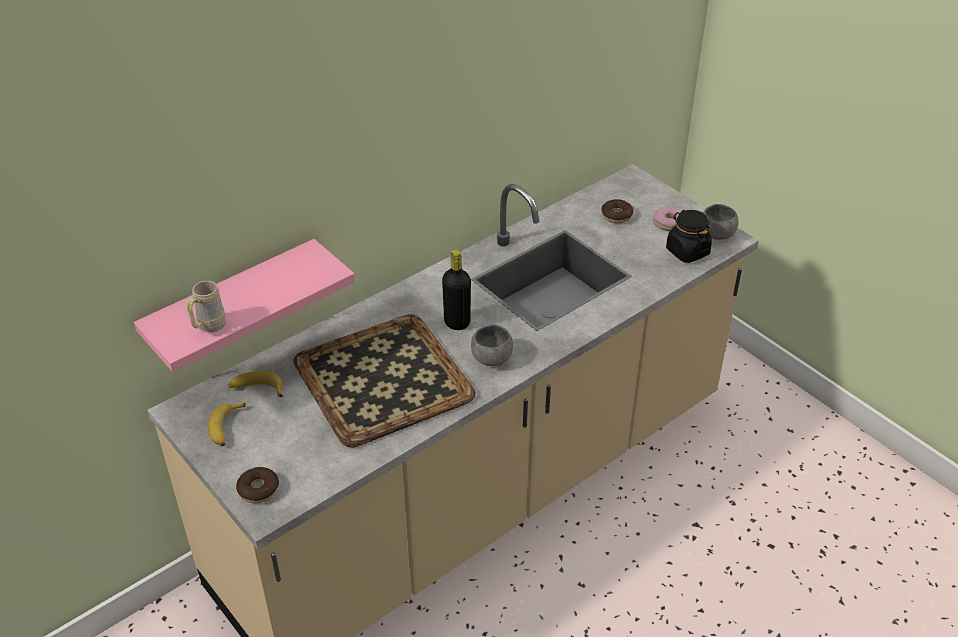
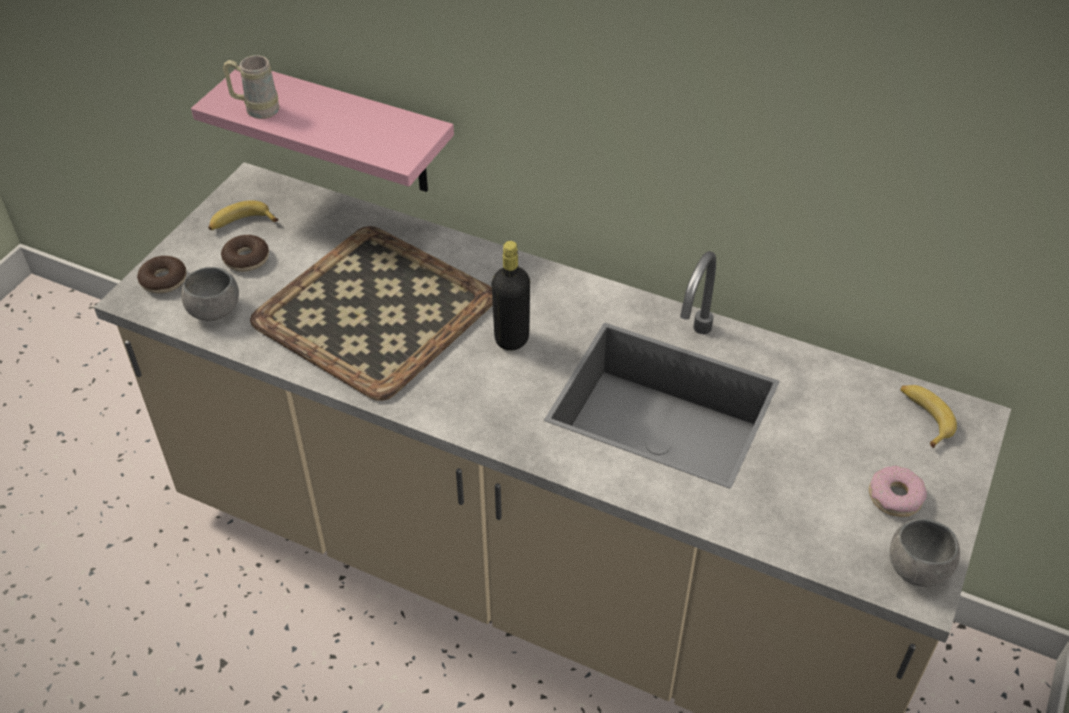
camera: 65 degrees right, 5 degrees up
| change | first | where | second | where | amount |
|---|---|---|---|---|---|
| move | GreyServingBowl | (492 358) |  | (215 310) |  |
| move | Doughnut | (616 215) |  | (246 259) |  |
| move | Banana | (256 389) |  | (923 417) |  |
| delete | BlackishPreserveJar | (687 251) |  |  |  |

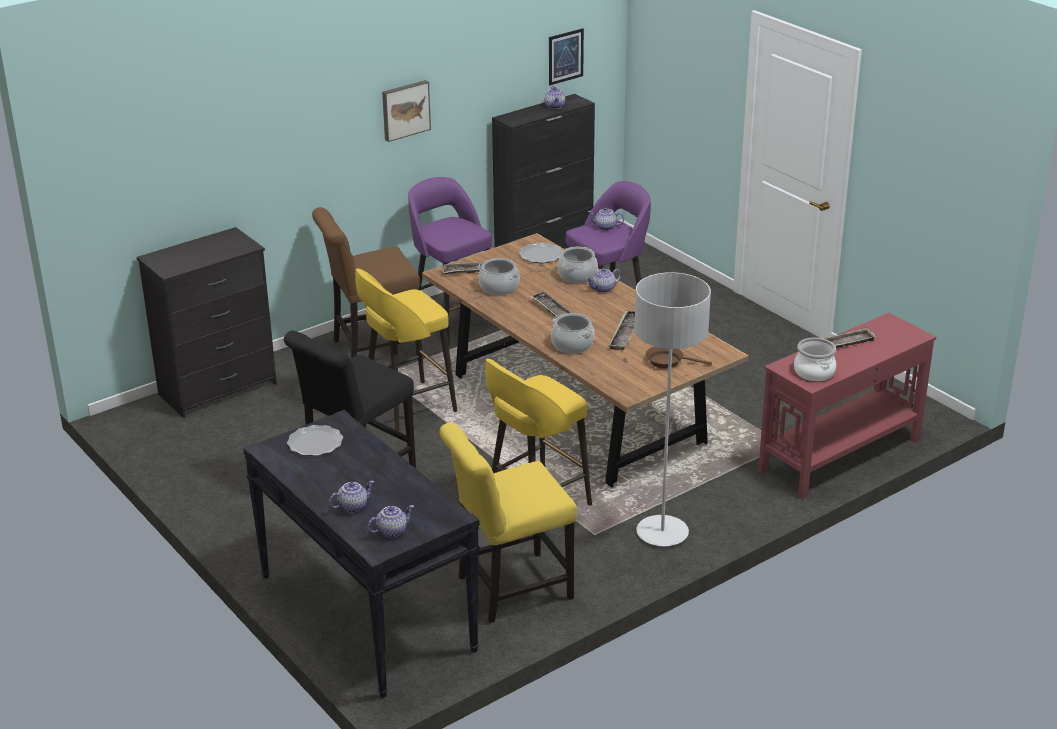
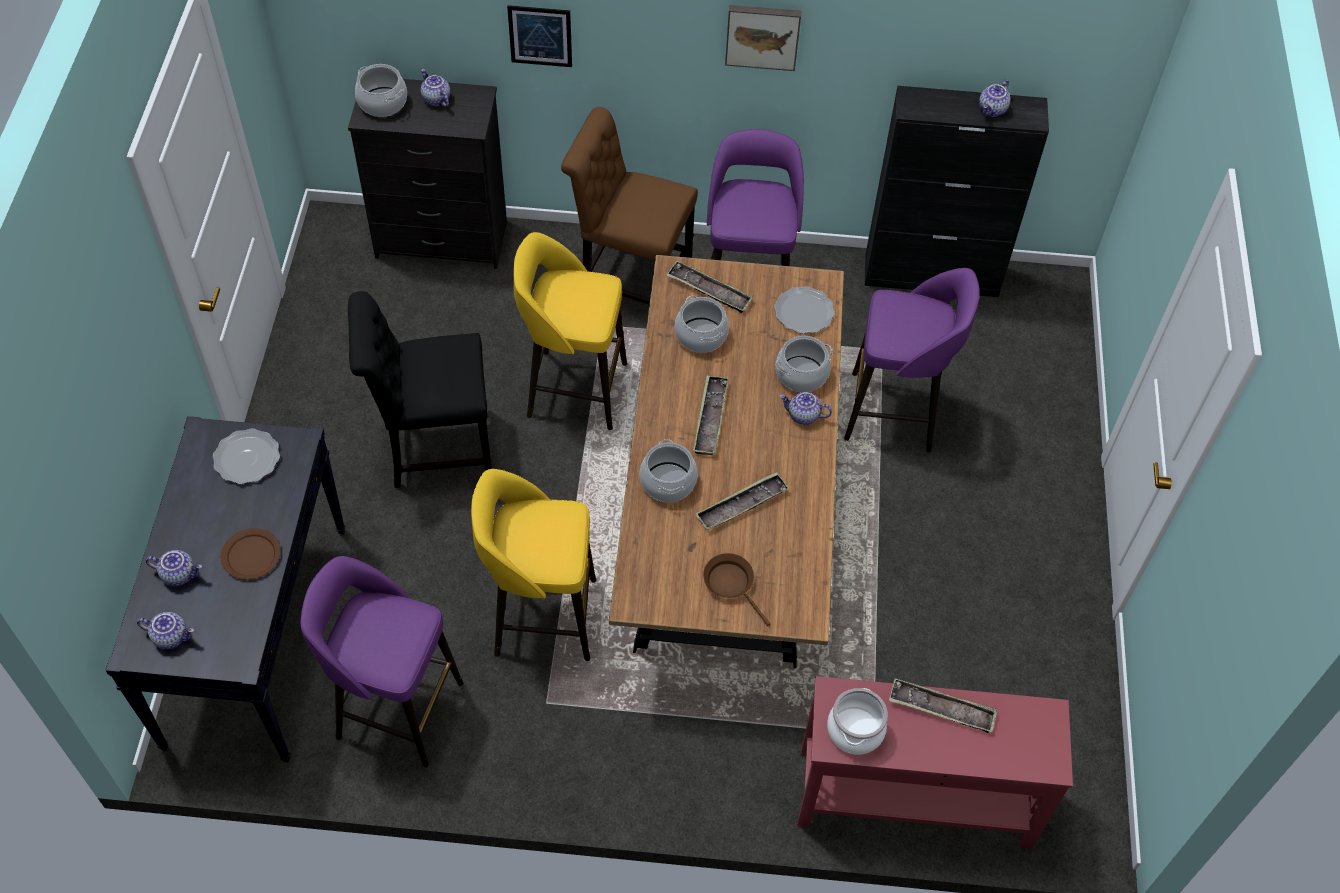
camera: 40 degrees right, 25 degrees up
| change | first | where | second | where | amount |
|---|---|---|---|---|---|
| insert |  |  | BrownColouredPlate | (251 556) |  |
| replace | YellowUprightChair | (508 589) | PurplishSittingStool | (396 708) |  |
| insert |  |  | Stockpot | (383 102) |  |
| move | Teapot | (605 227) |  | (435 99) |  |
| move | WallArt | (565 56) |  | (540 36) |  |
| delete | GreyStandardLamp | (662 533) |  |  |  |

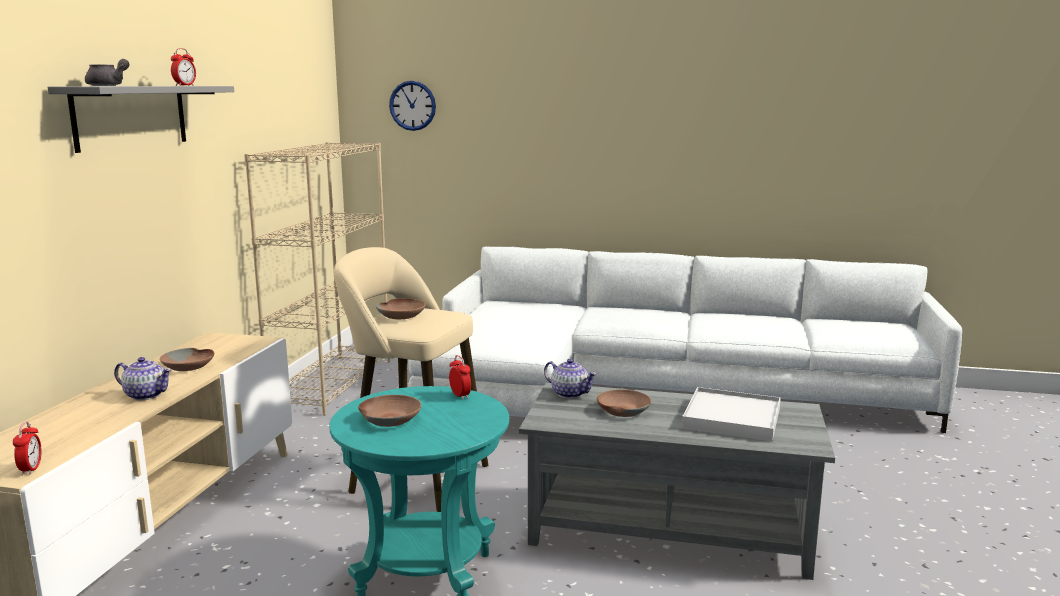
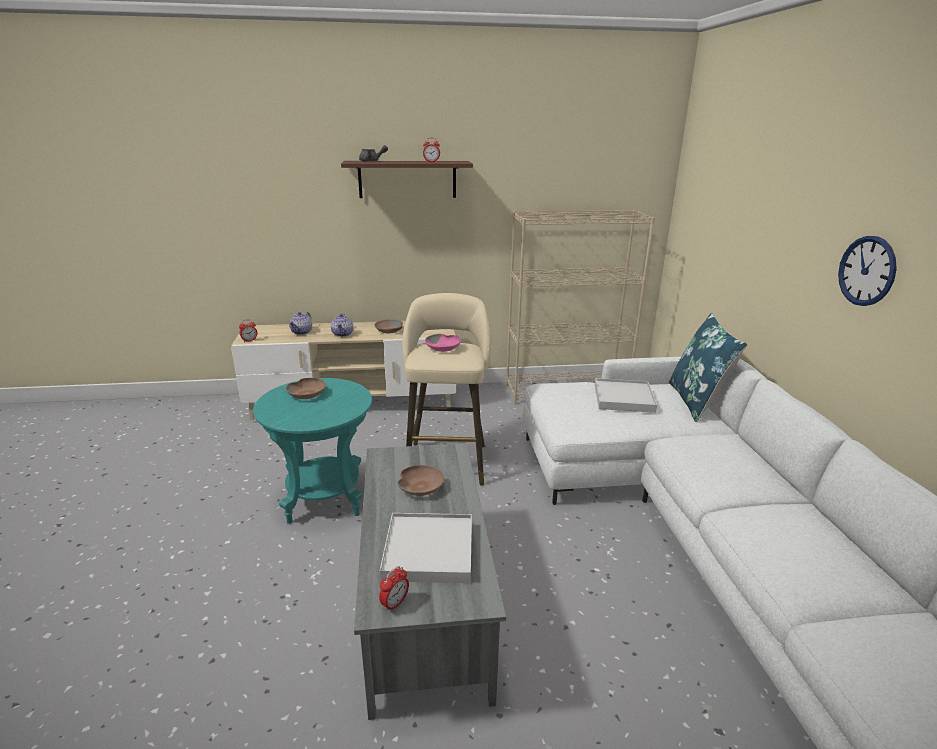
camera: 70 degrees right, 10 degrees up
| change | first | where | second | where | amount |
|---|---|---|---|---|---|
| move | Teapot | (569 393) |  | (302 332) |  |
| recolor | GreyWallShelf | (131 116) | BrownColouredWallShelf | (407 179) |  |
| move | BedsideClock | (460 395) |  | (395 604) |  |
| recolor | BrownColouredServingBowl | (402 315) | PinkishServingBowl | (443 348) |  |
| insert |  |  | WhiteCarryingTray | (623 398) |  |
| insert |  |  | BlueColouredPillow | (696 401) |  |
| move | WallClock | (412 105) |  | (866 271) |  |

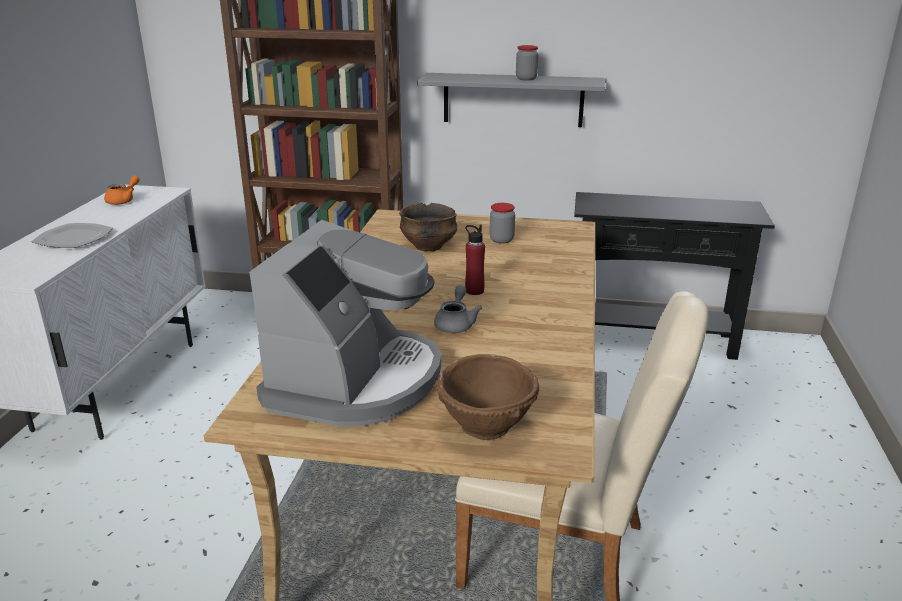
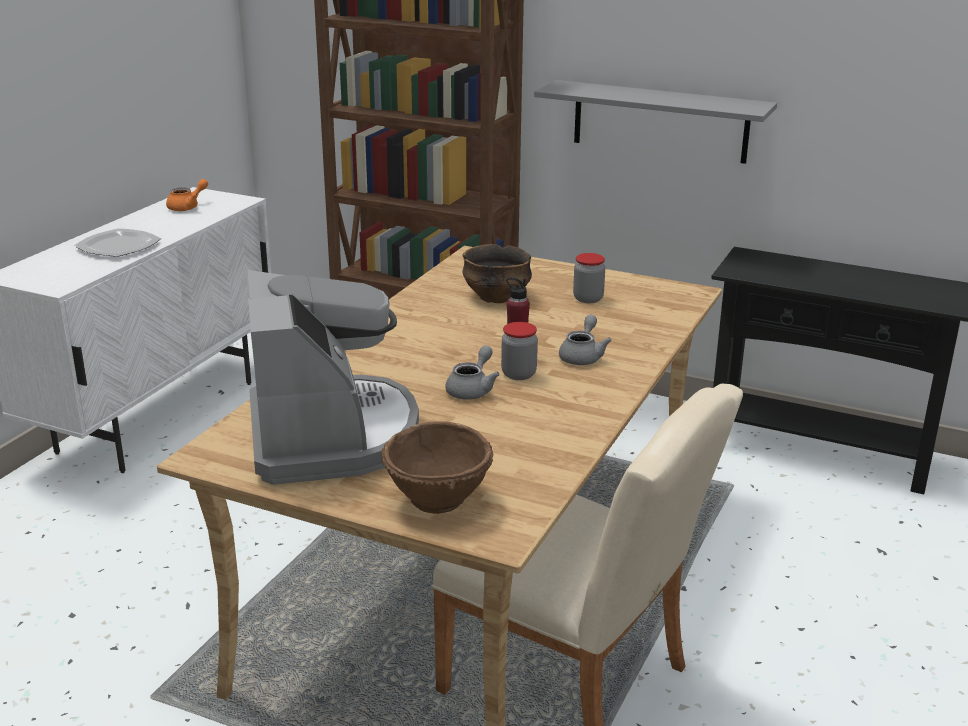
camera: 15 degrees right, 0 degrees up
| change | first | where | second | where | amount |
|---|---|---|---|---|---|
| rotate | CoffeeBrewer | (356 381) |  | (330 435) | 45 degrees counterclockwise |
| move | PreserveJar | (526 79) |  | (518 374) |  |
| insert |  |  | GreyTeapot | (583 356) |  |

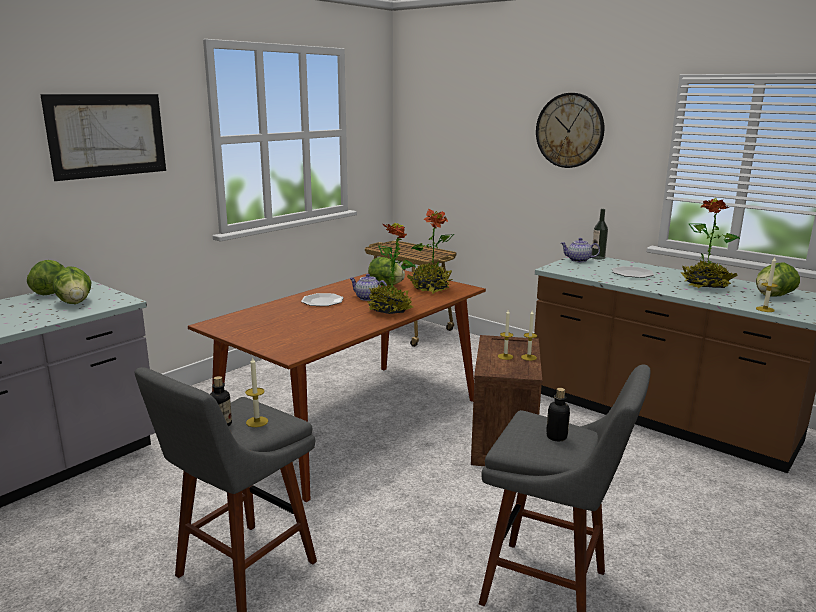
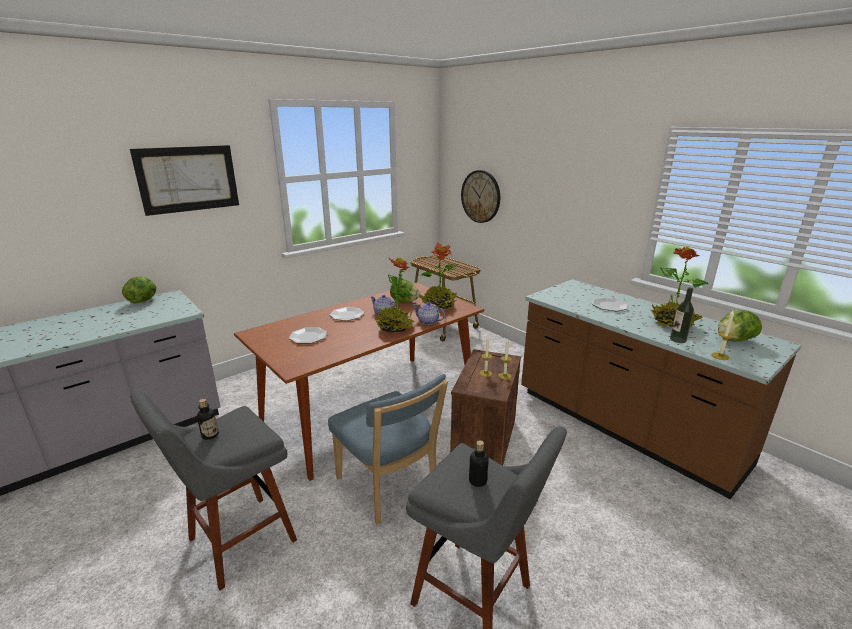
camera: 10 degrees right, 5 degrees up
| change | first | where | second | where | amount |
|---|---|---|---|---|---|
| insert |  |  | Plate | (308 336) |  |
| insert |  |  | BlueColouredUprightChair | (389 487) |  |
| move | Teapot | (578 260) |  | (428 321) |  |
| move | WallClock | (569 130) |  | (481 196) |  |
| move | BeverageBottle | (598 257) |  | (678 340) |  |
| delete | Lettuce | (75 302) |  |  |  |
| delete | WaxLight | (257 422) |  |  |  |

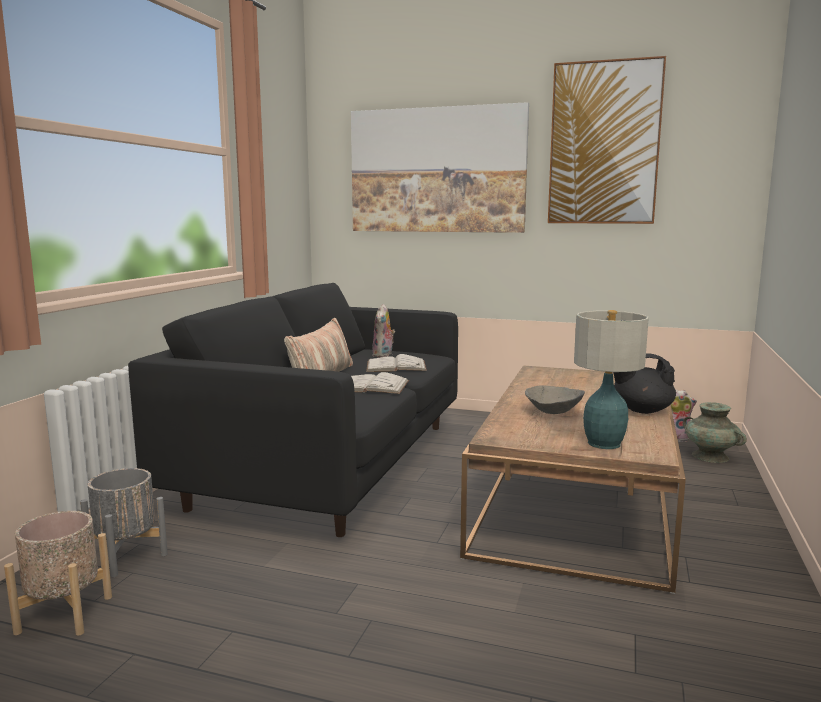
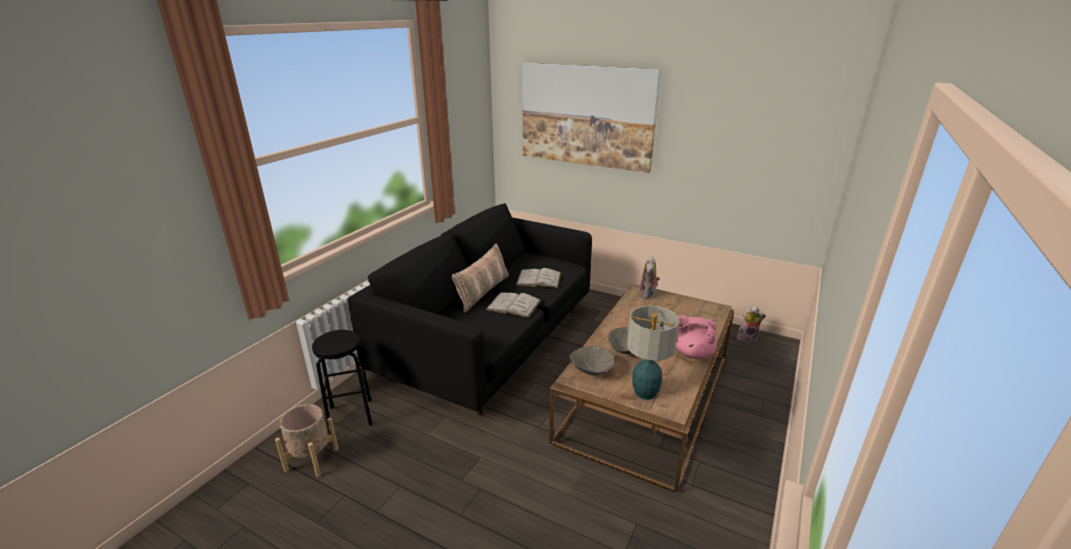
camera: 10 degrees right, 15 degrees up
| change | first | where | second | where | amount |
|---|---|---|---|---|---|
| replace | GreyPlanter | (126 556) | BlackishSittingStool | (351 416) |  |
| insert |  |  | GreyServingBowl | (590 370) |  |
| move | SoftToy | (383 355) |  | (648 295) |  |
| recolor | BlackishTeapot | (641 410) | PinkishTeapot | (691 353) |  |
| delete | WallArt | (604 144) |  |  |  |
| delete | TurquoiseDecorativeVase | (710 456) |  |  |  |

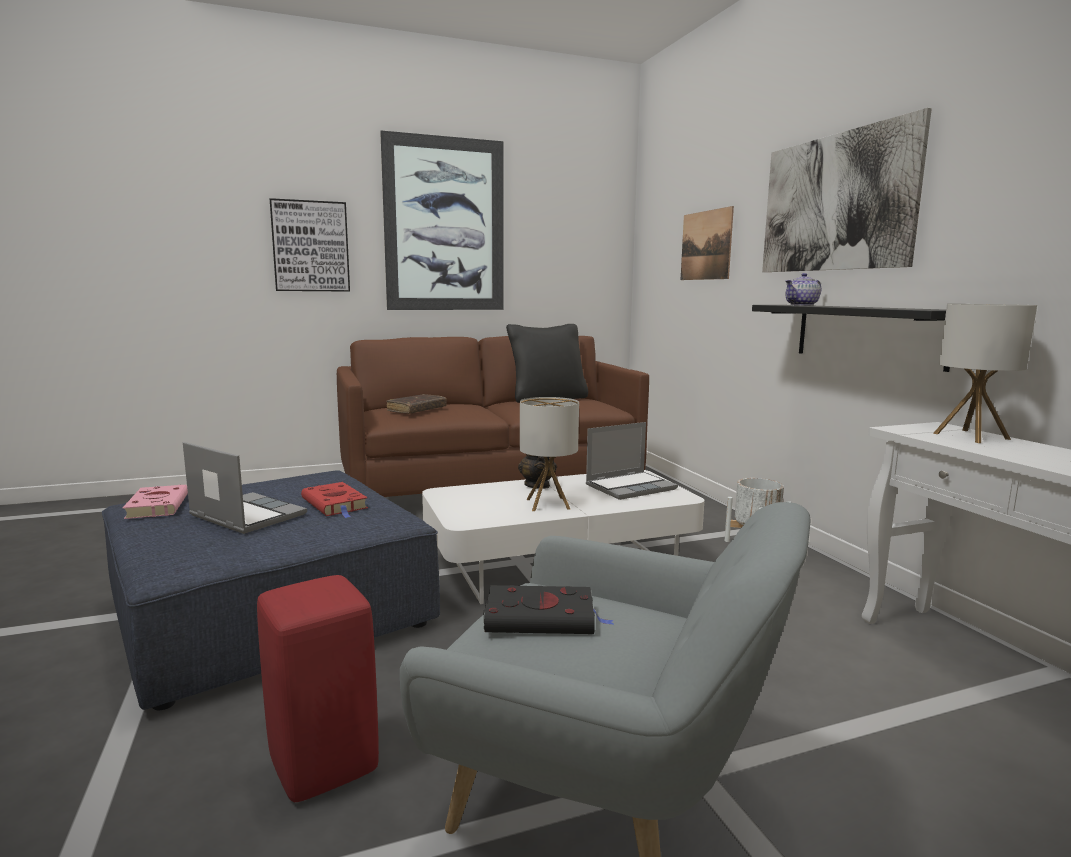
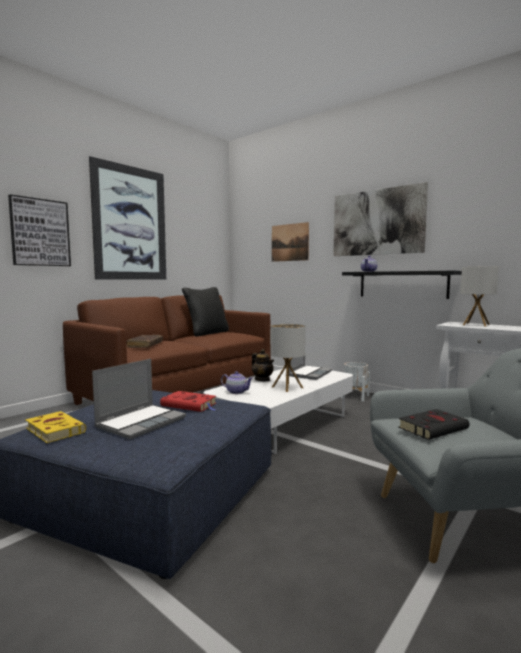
camera: 30 degrees left, 5 degrees down
| change | first | where | second | where | amount |
|---|---|---|---|---|---|
| recolor | PinkishVolume | (158 506) | YellowVolume | (54 430) |  |
| rotate | PortableComputer | (245 515) |  | (141 422) | 120 degrees clockwise |
| insert |  |  | Teapot | (236 392) |  |
| delete | ReddishSittingStool | (321 765) |  |  |  |

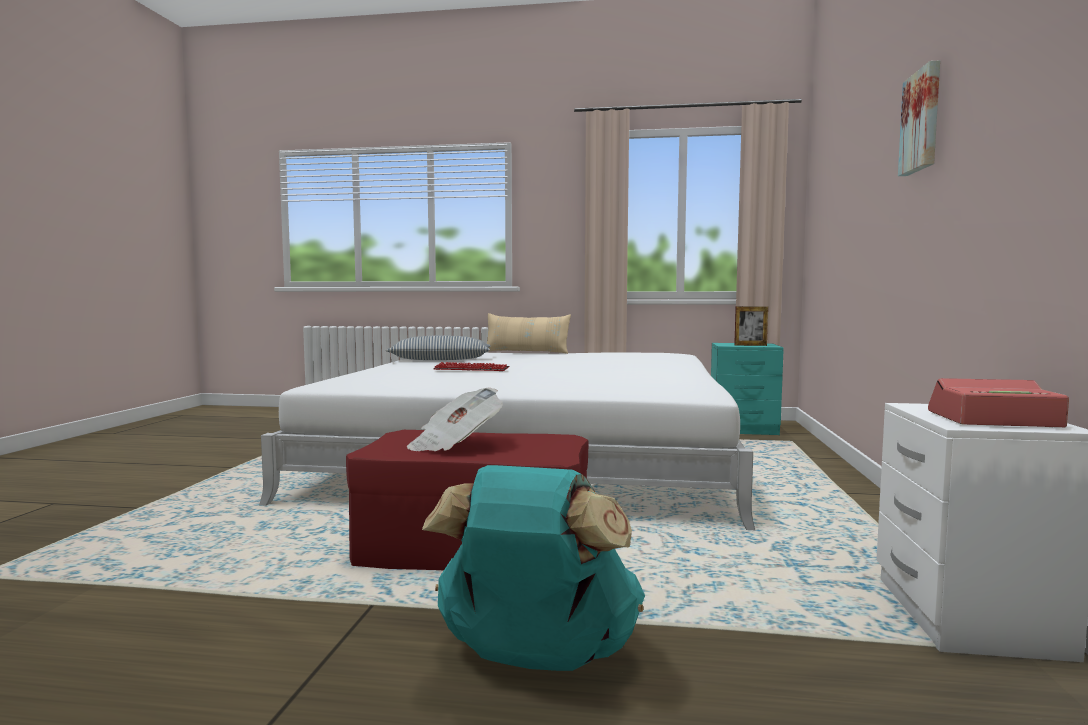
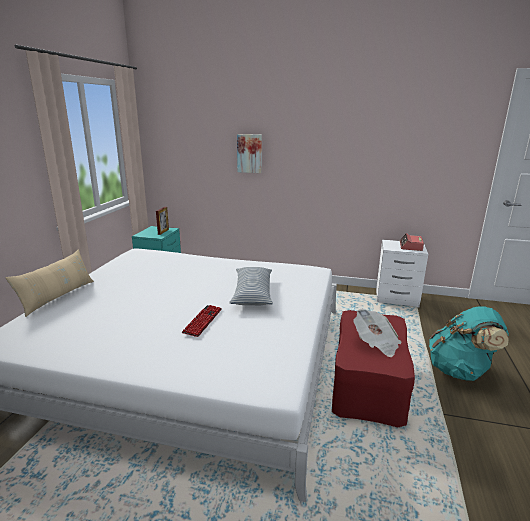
camera: 85 degrees left, 15 degrees up
| change | first | where | second | where | amount |
|---|---|---|---|---|---|
| move | Pillow | (440 359) |  | (252 293) |  |
| move | WallArt | (923 121) |  | (249 153) |  |

